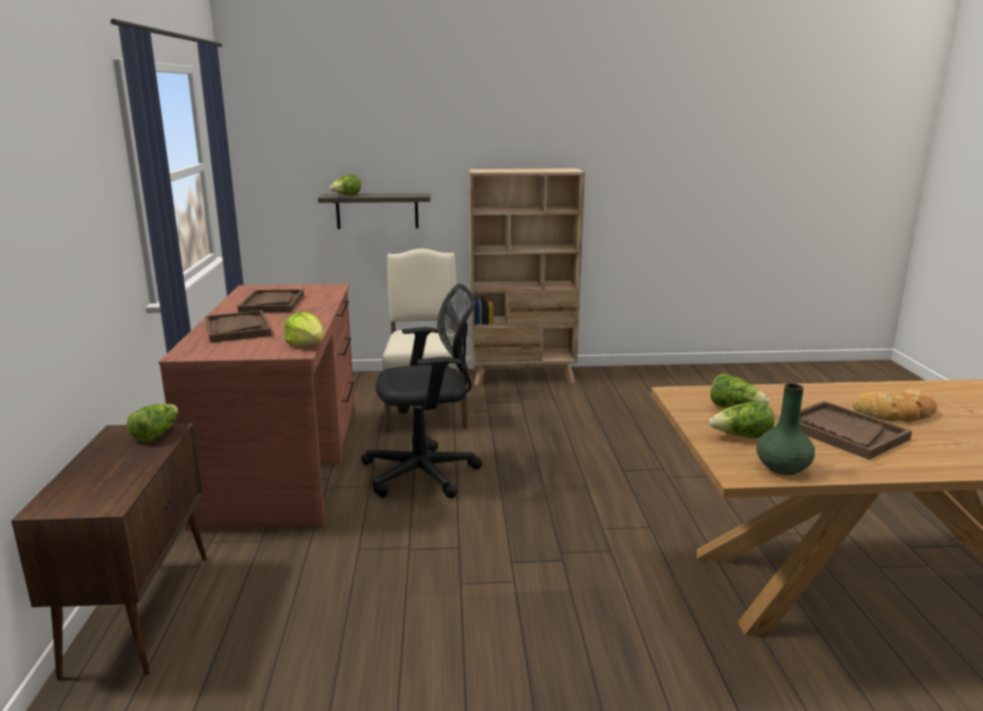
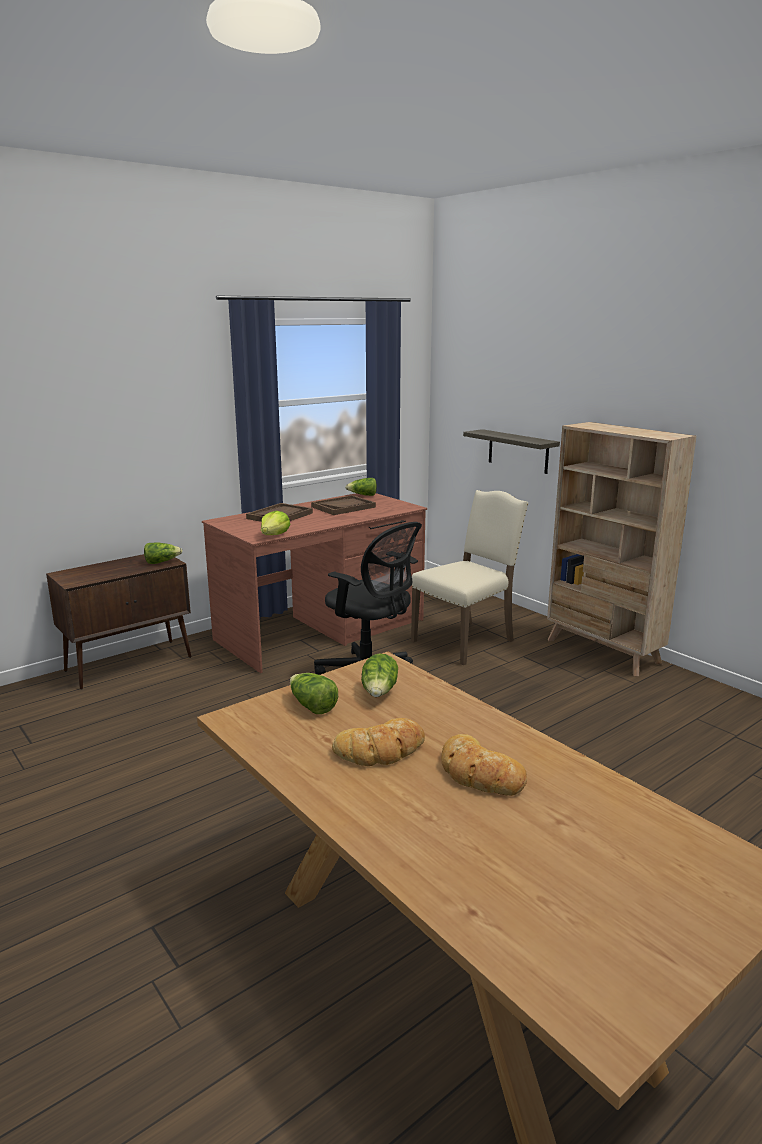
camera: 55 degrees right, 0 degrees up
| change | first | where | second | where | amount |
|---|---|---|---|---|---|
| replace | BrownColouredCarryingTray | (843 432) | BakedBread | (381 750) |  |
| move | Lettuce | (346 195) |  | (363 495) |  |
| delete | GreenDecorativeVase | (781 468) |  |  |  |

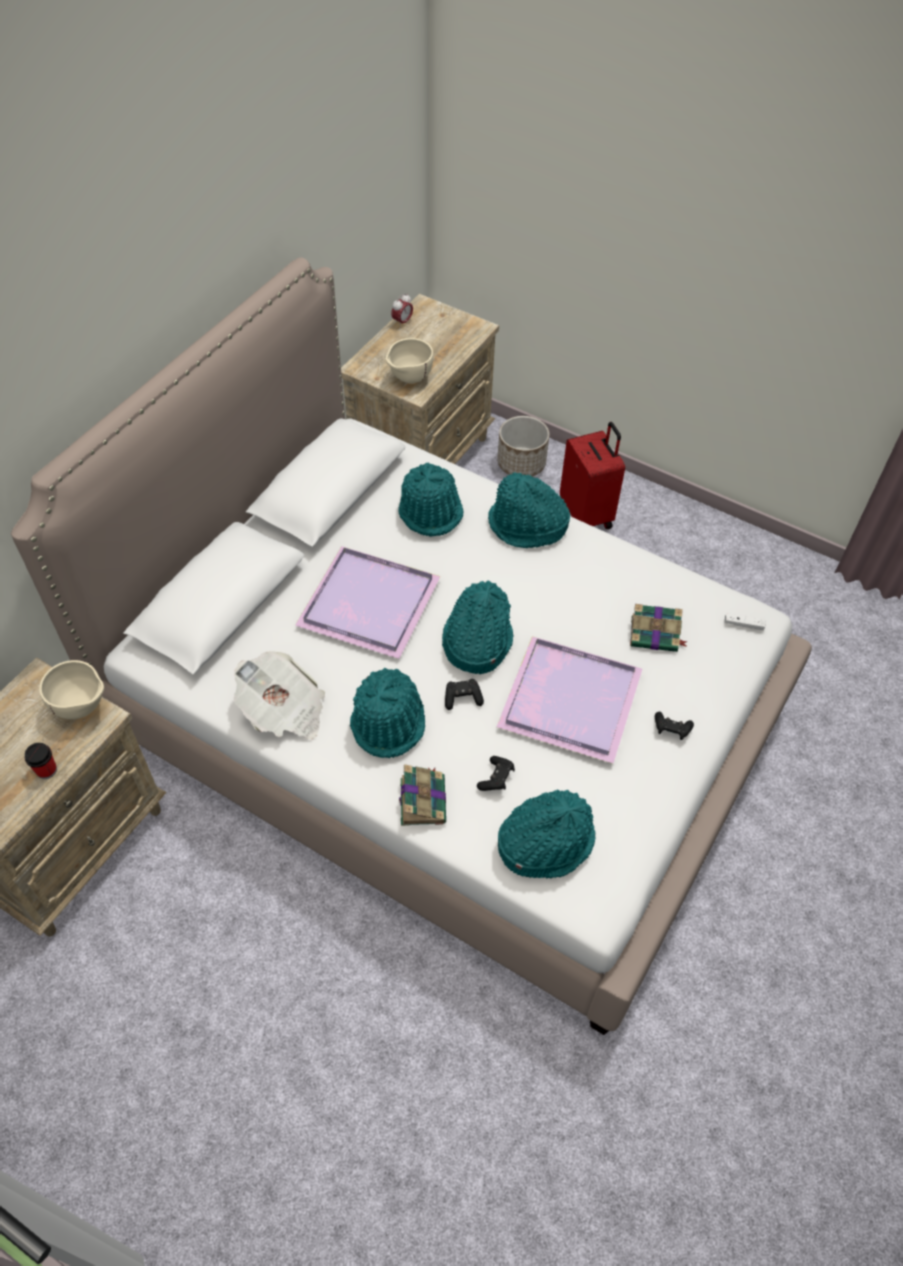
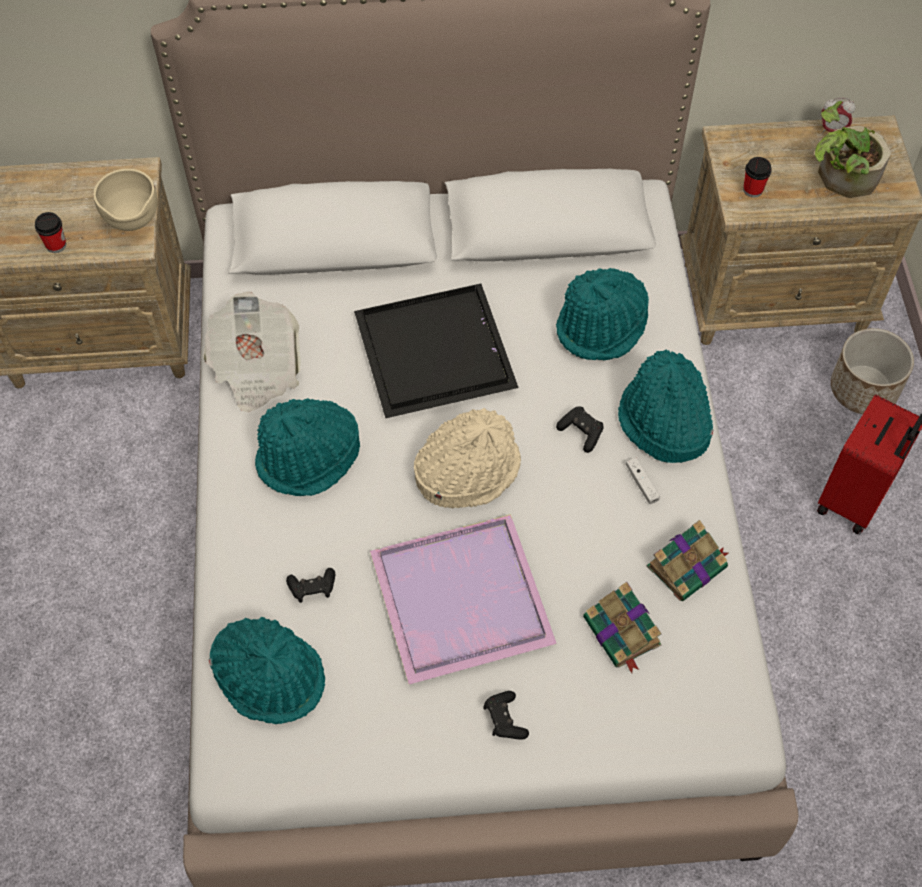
camera: 55 degrees right, 5 degrees up
| change | first | where | second | where | amount |
|---|---|---|---|---|---|
| recolor | PurplishCarryingTray | (372 602) | BlackishCarryingTray | (438 354) |  |
| recolor | TurquoiseWearableHat | (476 641) | SandColouredWearableHat | (467 470) |  |
| move | BlackishGamepad | (462 698) |  | (581 432) |  |
| move | WhiteGamepad | (743 625) |  | (641 483) |  |
| move | Volume | (422 799) |  | (688 566) |  |
| replace | SandColouredServingBowl | (409 380) | Cup | (752 190) |  |
| insert |  |  | PottedPlant | (840 177) |  |

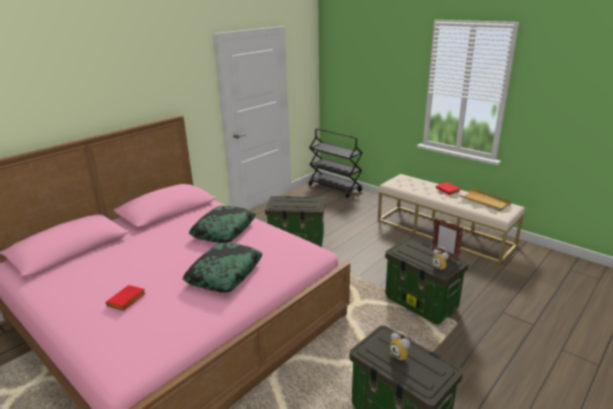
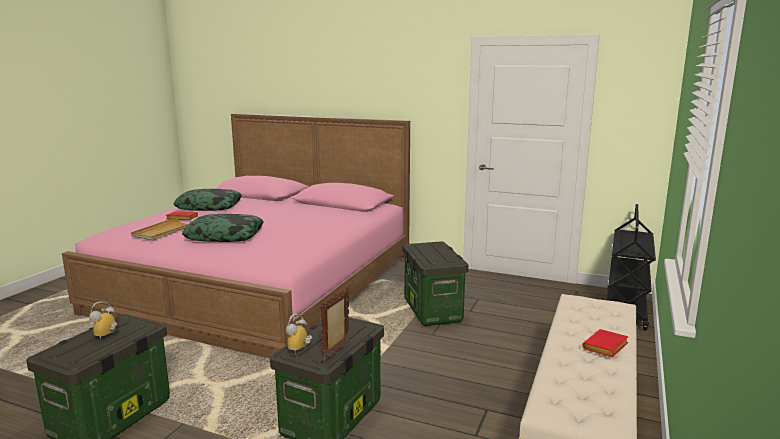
camera: 70 degrees right, 10 degrees down
| change | first | where | second | where | amount |
|---|---|---|---|---|---|
| move | SandColouredCarryingTray | (485 201) |  | (165 231) |  |
| move | Pillow | (224 230) |  | (209 206) |  |

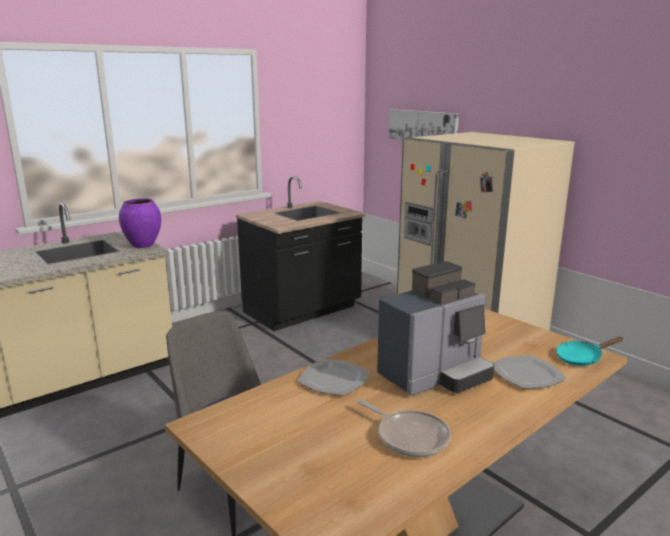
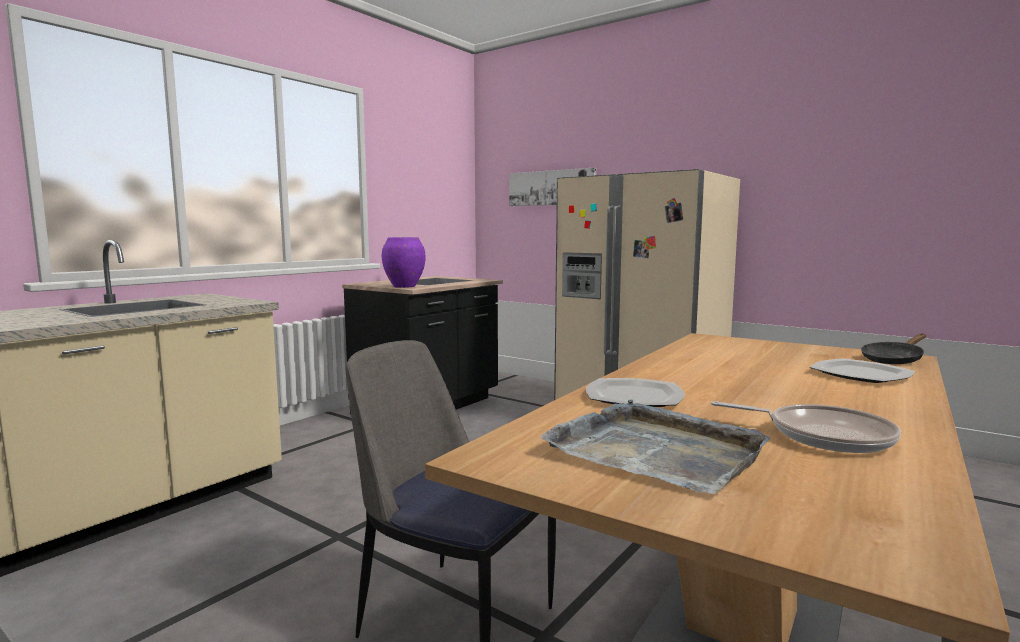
camera: 15 degrees left, 10 degrees down
| change | first | where | second | where | amount |
|---|---|---|---|---|---|
| move | PurplishDecorativeVase | (142 245) |  | (404 286) |  |
| insert |  |  | GreyCarryingTray | (656 451) |  |
| recolor | TurquoiseSkillet | (582 358) | BlackishSkillet | (894 359) |  |
| delete | CoffeeBrewer | (435 375) |  |  |  |

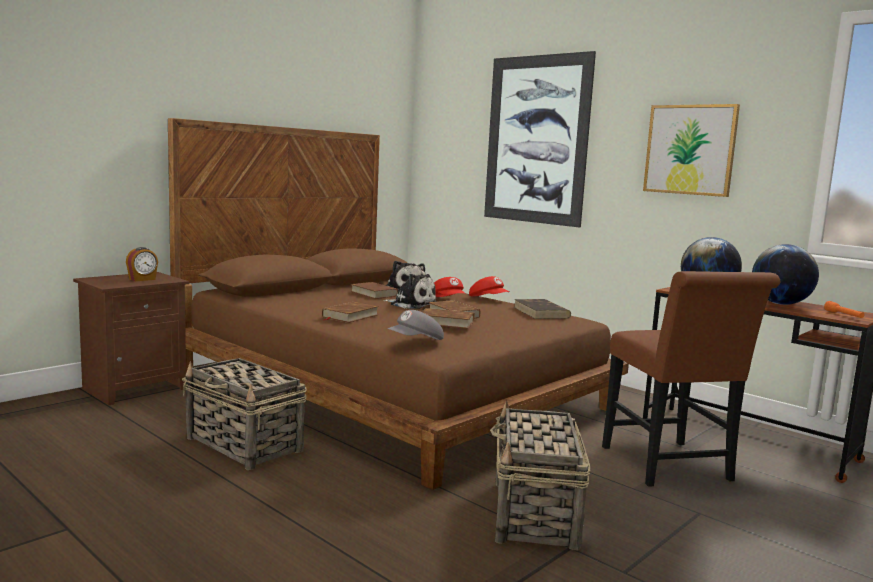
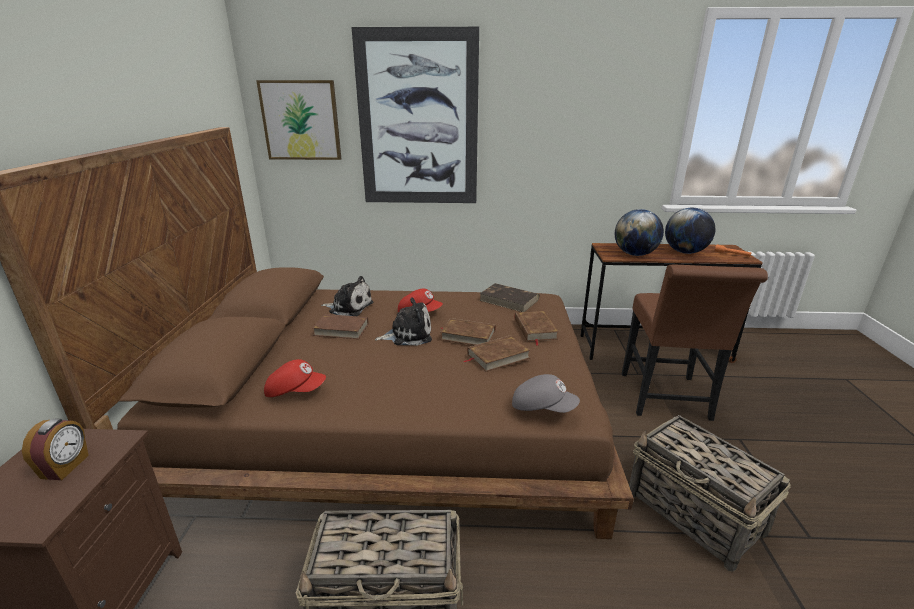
camera: 40 degrees left, 15 degrees up
| change | first | where | second | where | amount |
|---|---|---|---|---|---|
| move | WallArt | (690 150) |  | (301 120) |  |
| move | ReddishCap | (488 299) |  | (295 391) |  |
| rotate | GreyCap | (416 341) |  | (543 407) | 75 degrees counterclockwise |
| move | BrownColouredVolume | (350 316) |  | (535 329) |  |
| rotate | BrownColouredUprightChair | (670 467) |  | (666 400) | 60 degrees clockwise |

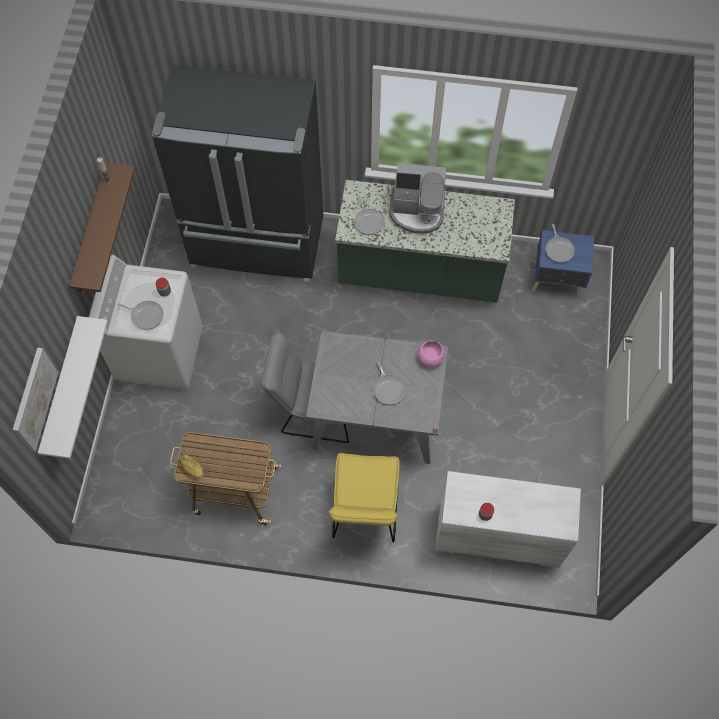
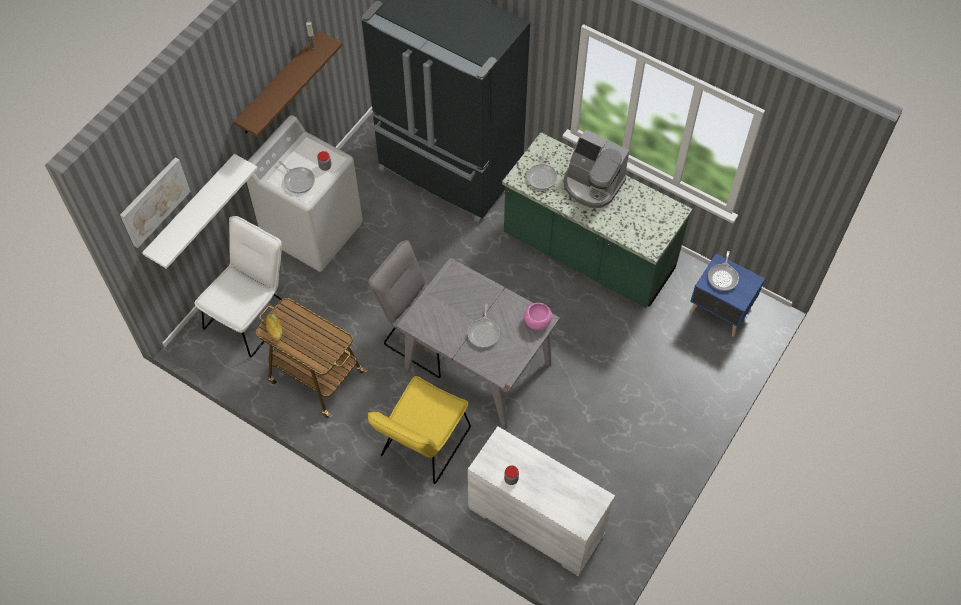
camera: 25 degrees right, 5 degrees down
| change | first | where | second | where | amount |
|---|---|---|---|---|---|
| insert |  |  | WhiteUprightChair | (252 314) |  |

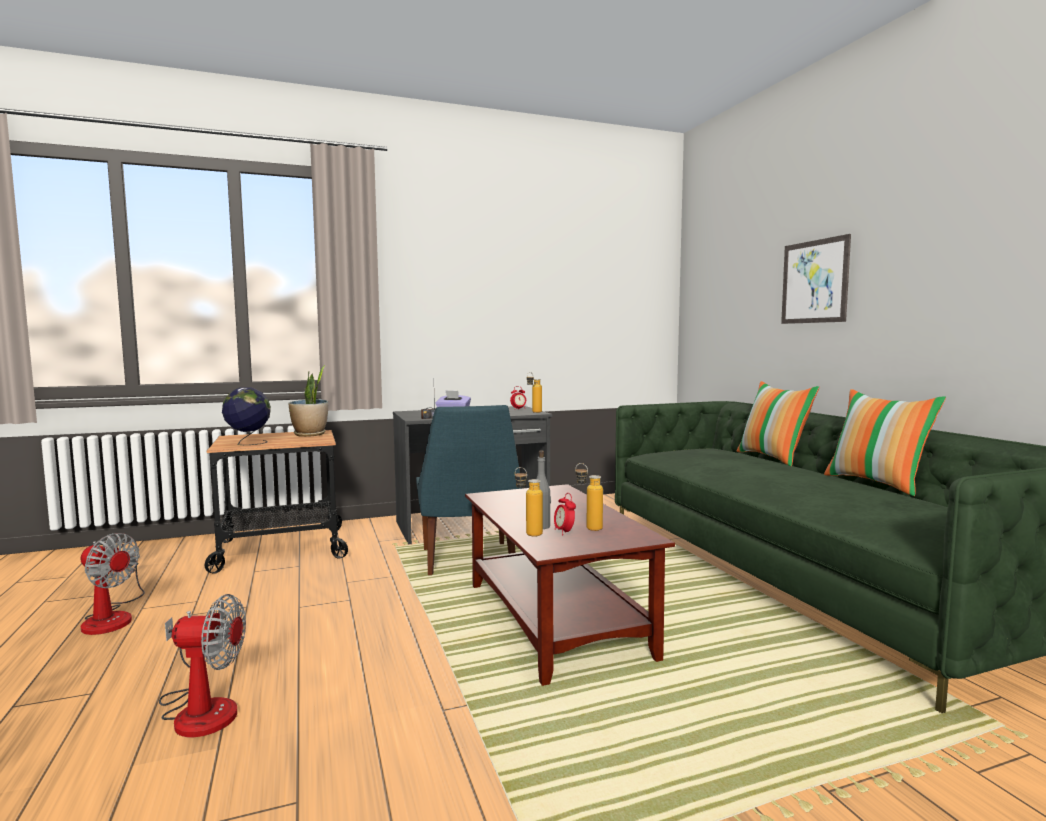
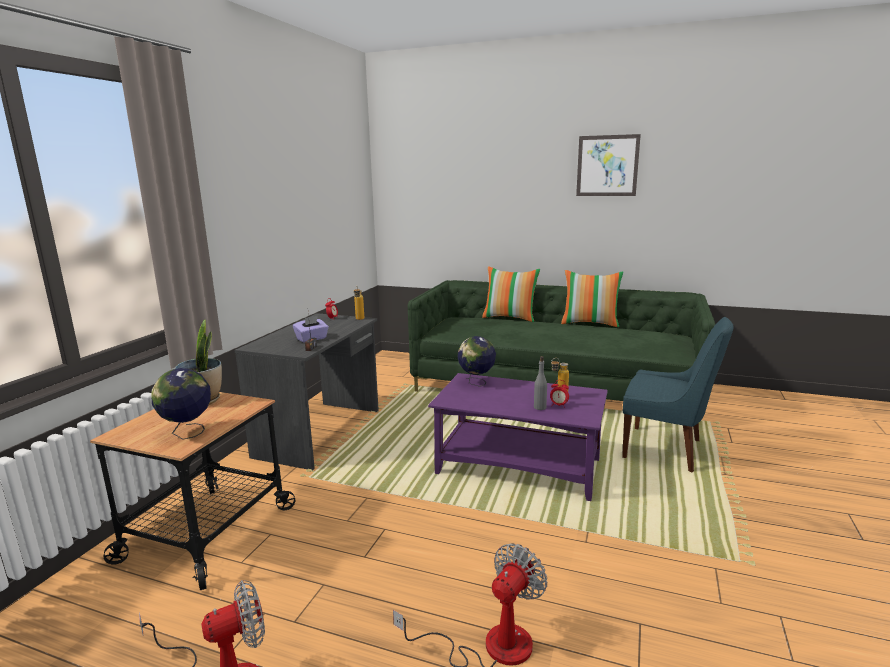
camera: 50 degrees left, 10 degrees up
| change | first | where | second | where | amount |
|---|---|---|---|---|---|
| recolor | BrownColouredCoffeeTable | (557 619) | PurplishCoffeeTable | (520 466) |  |
| insert |  |  | DeskGlobe | (476 383) |  |
| move | WallArt | (814 281) |  | (607 165) |  |
| move | BlueColouredUprightChair | (468 560) |  | (666 449) |  |
| delete | BeverageBottle | (528 533) |  |  |  |

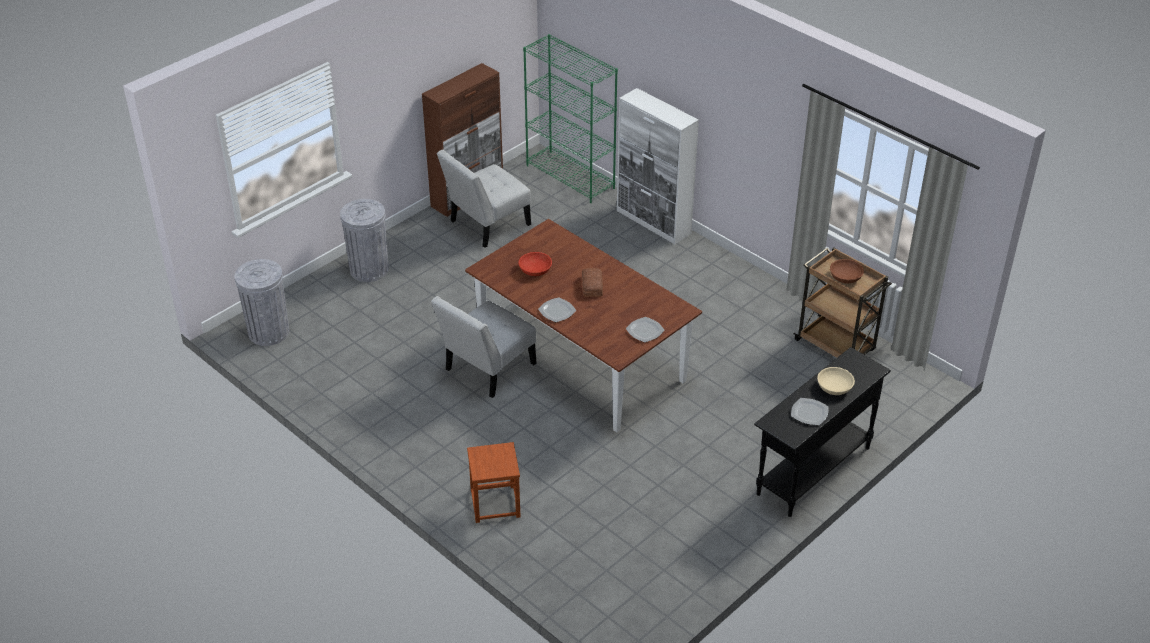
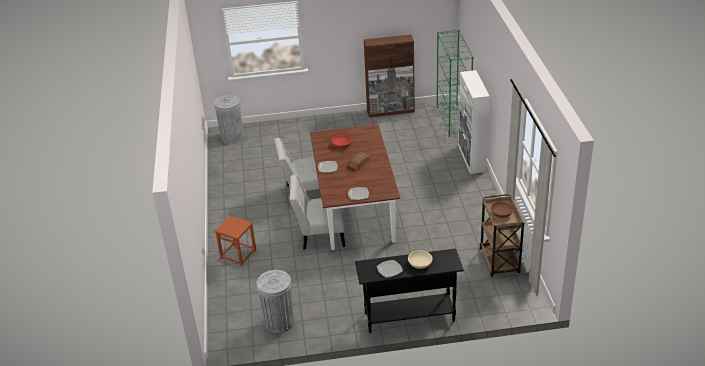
camera: 40 degrees right, 5 degrees down
| change | first | where | second | where | amount |
|---|---|---|---|---|---|
| move | GreyWasteBin | (369 269) |  | (279 322) |  |
| move | WhiteUprightChair | (486 225) |  | (320 235) |  |

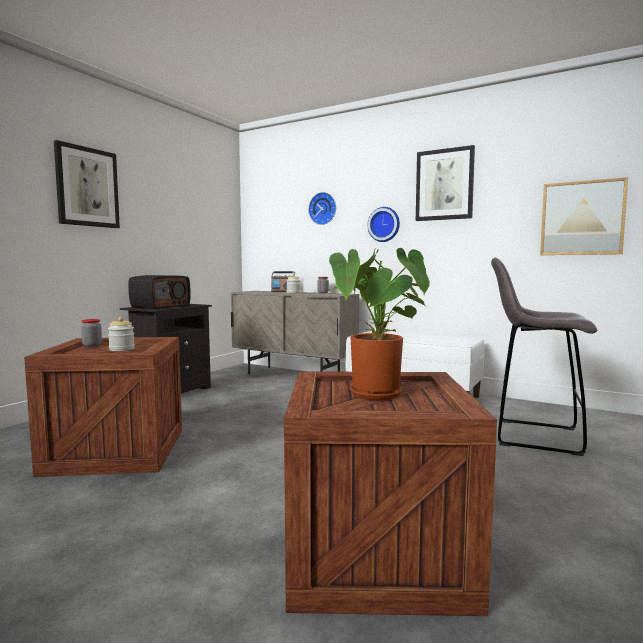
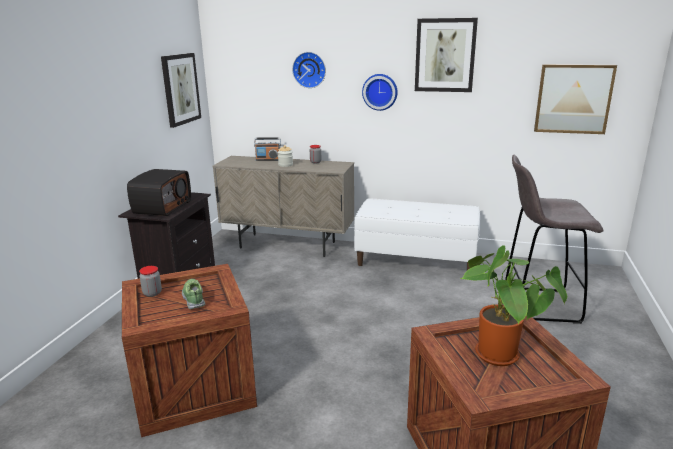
camera: 15 degrees left, 15 degrees up
| change | first | where | second | where | amount |
|---|---|---|---|---|---|
| move | WallArt | (87 187) |  | (180 89) |  |
| replace | PreserveJar | (122 349) | ItemOfFootwear | (194 298) |  |

